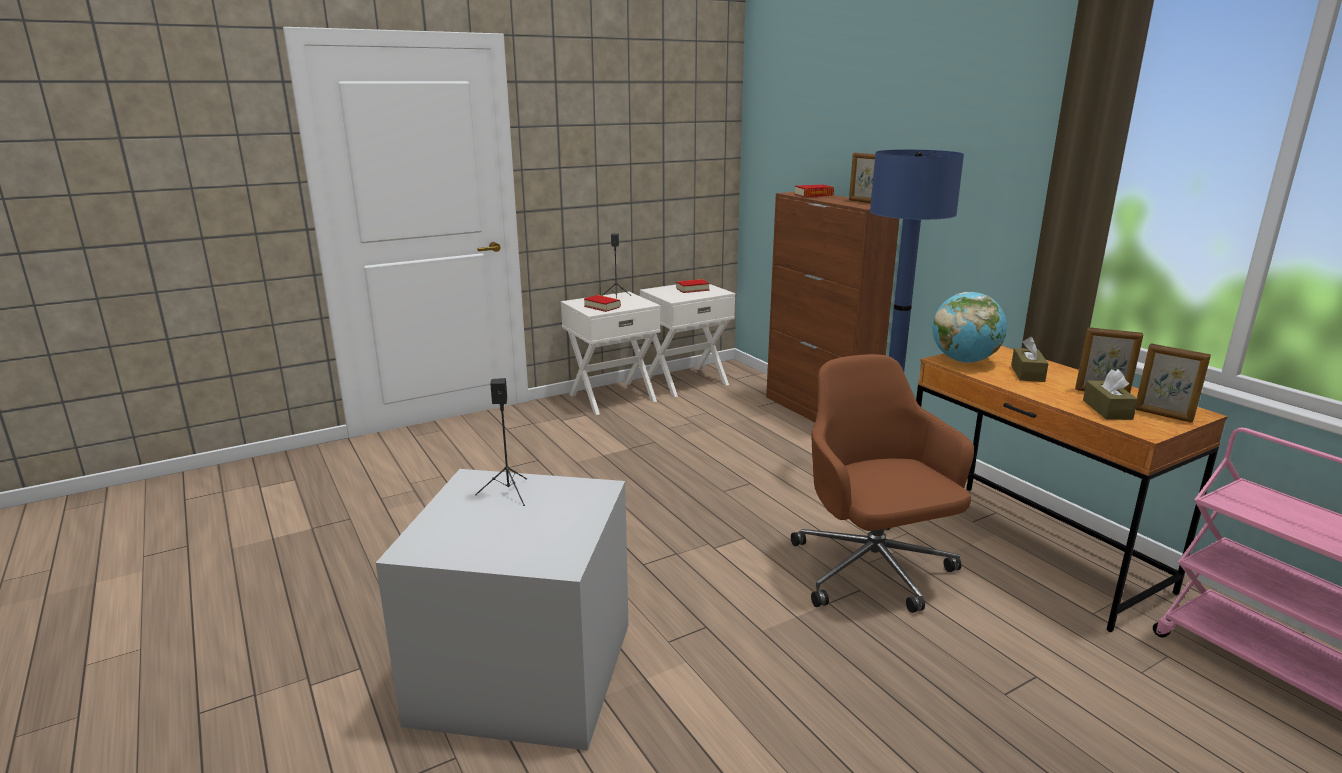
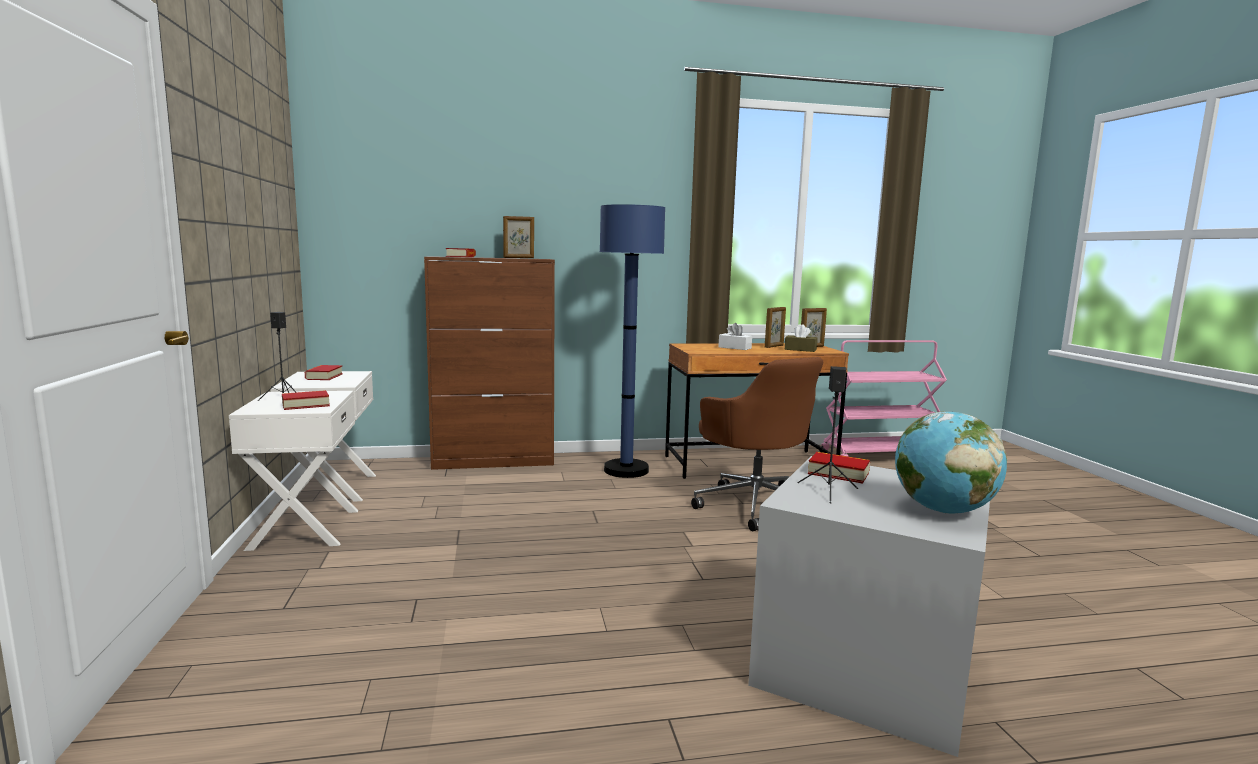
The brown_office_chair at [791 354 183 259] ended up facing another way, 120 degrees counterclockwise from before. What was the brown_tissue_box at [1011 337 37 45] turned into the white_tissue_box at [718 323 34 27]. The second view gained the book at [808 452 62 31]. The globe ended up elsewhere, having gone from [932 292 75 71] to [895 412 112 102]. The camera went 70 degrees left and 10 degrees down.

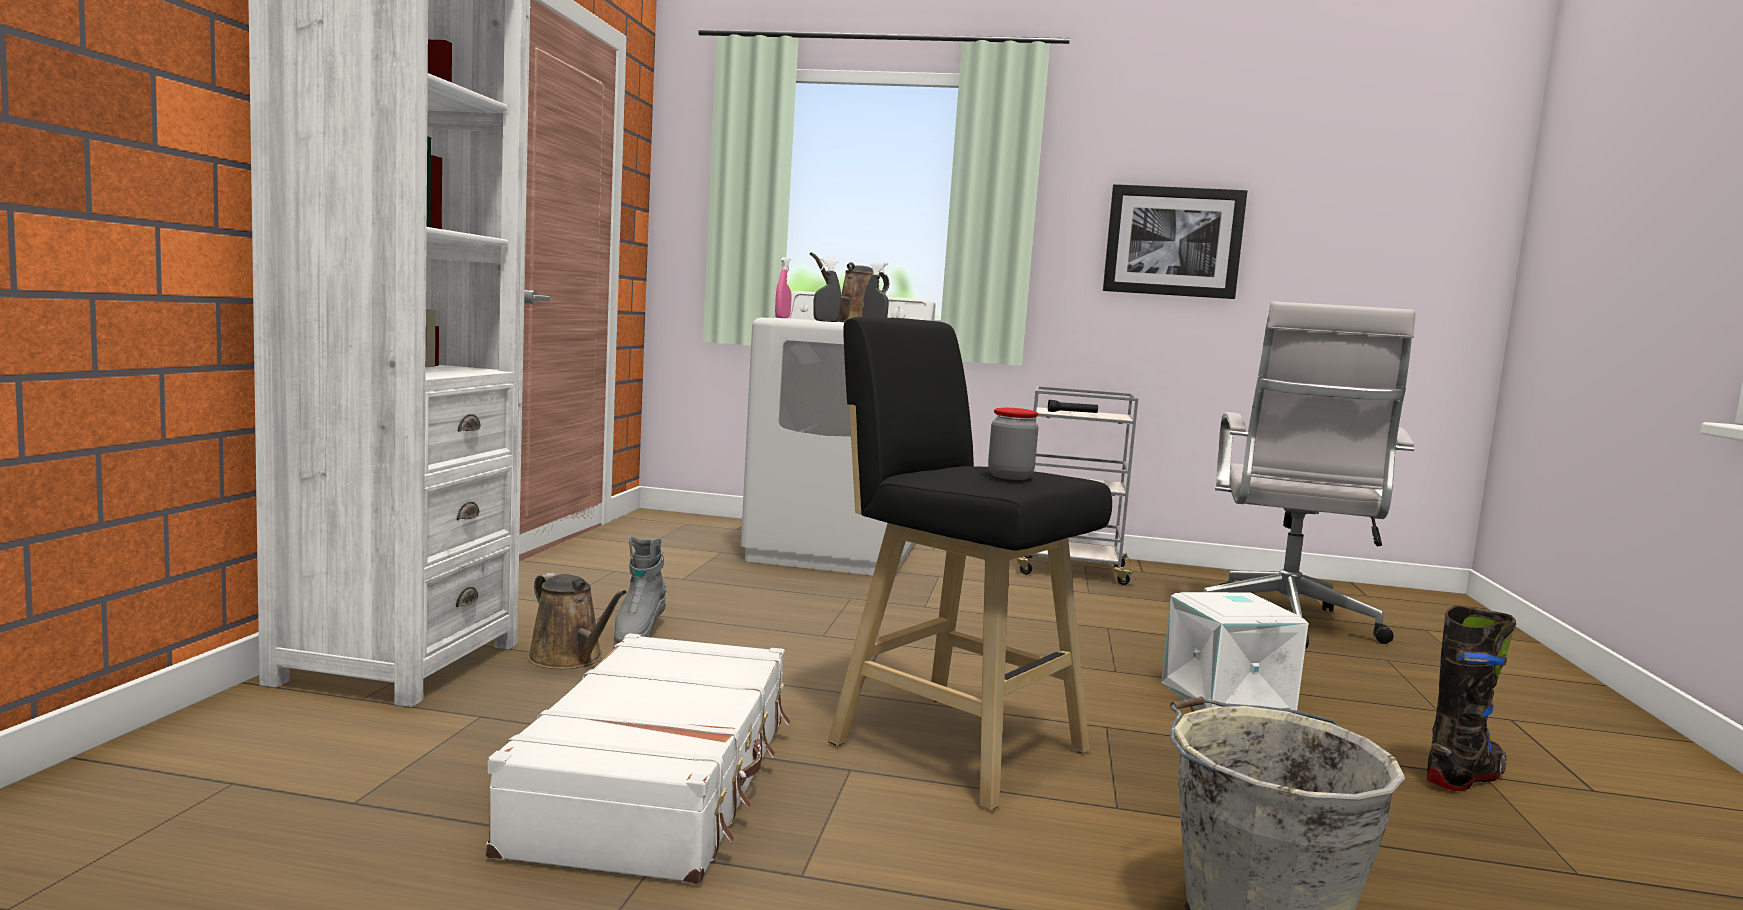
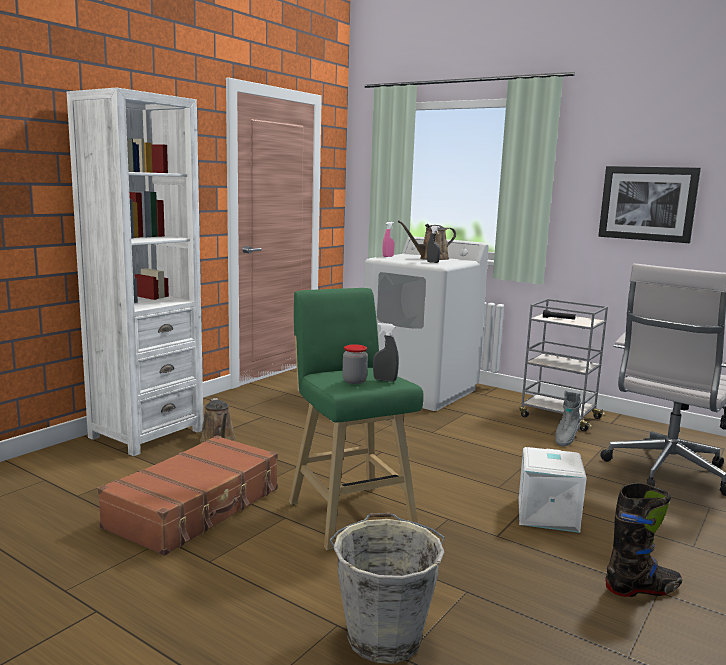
What was the white_suitcase at [486 633 304 251] turned into the brown_suitcase at [97 435 181 121]. What was the black_stool at [828 317 284 494] turned into the green_stool at [289 288 135 263]. The grey_spray_bottle ended up elsewhere, having gone from [813 257 28 65] to [373 323 26 59]. The grey_boot ended up elsewhere, having gone from [614 536 53 107] to [555 390 26 56]. The camera went 25 degrees right and 5 degrees up.

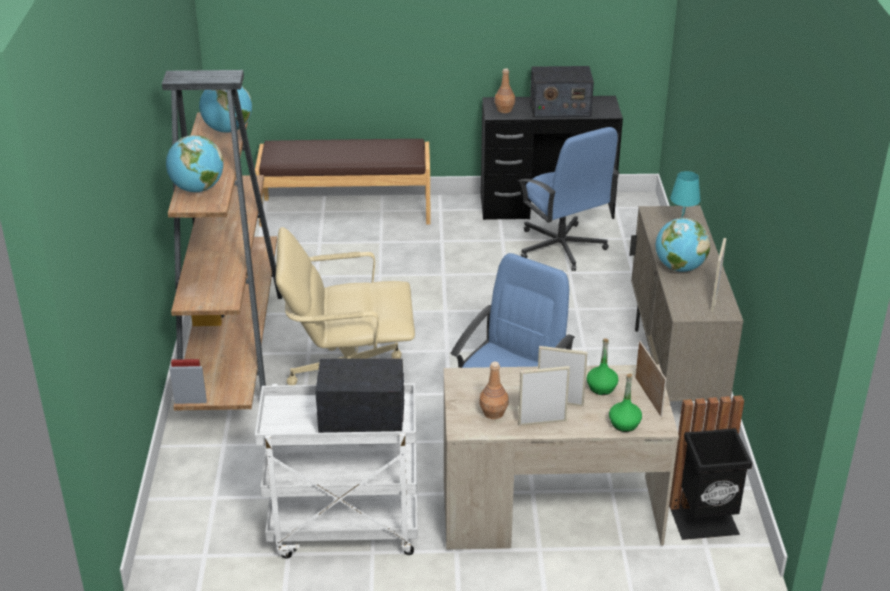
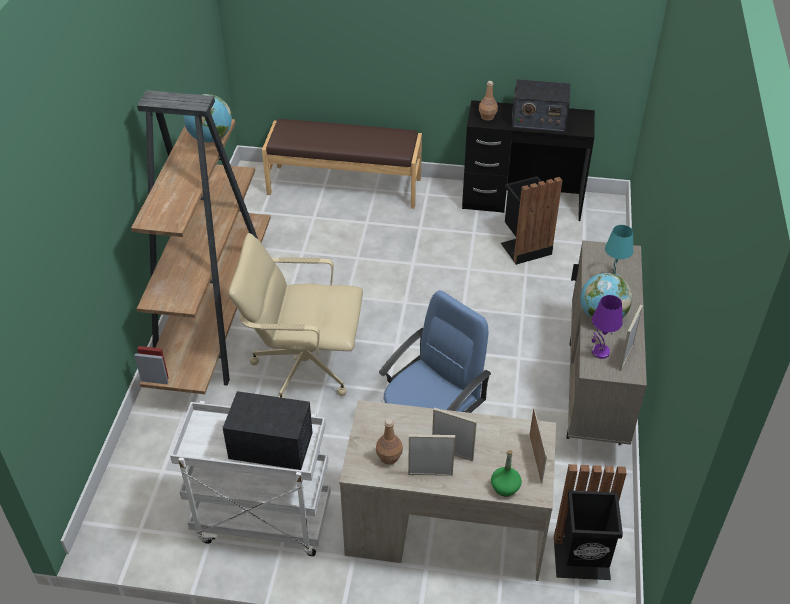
Where the blue_office_chair stood at [518 127 102 144], the black_trash_can came to stand at [501 176 62 89]. The second view gained the purple_table_lamp at [592 295 31 64]. The second view lost the globe at [166 135 57 57]. The second view lost the green_bottle at [587 338 32 57]. The camera went 10 degrees right and 10 degrees up.

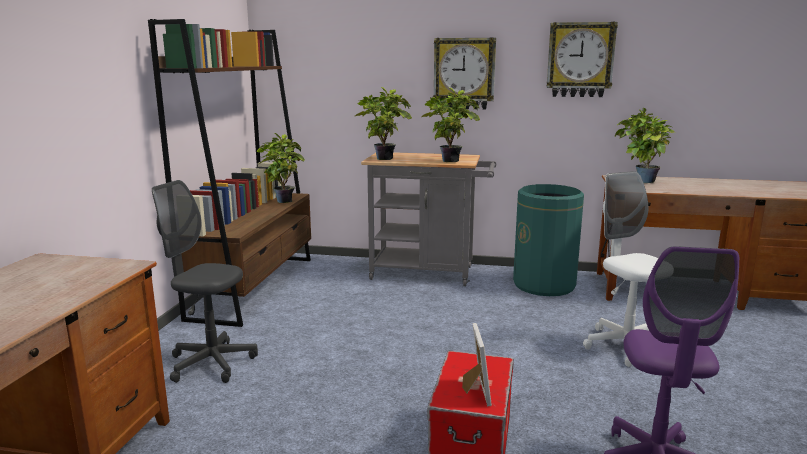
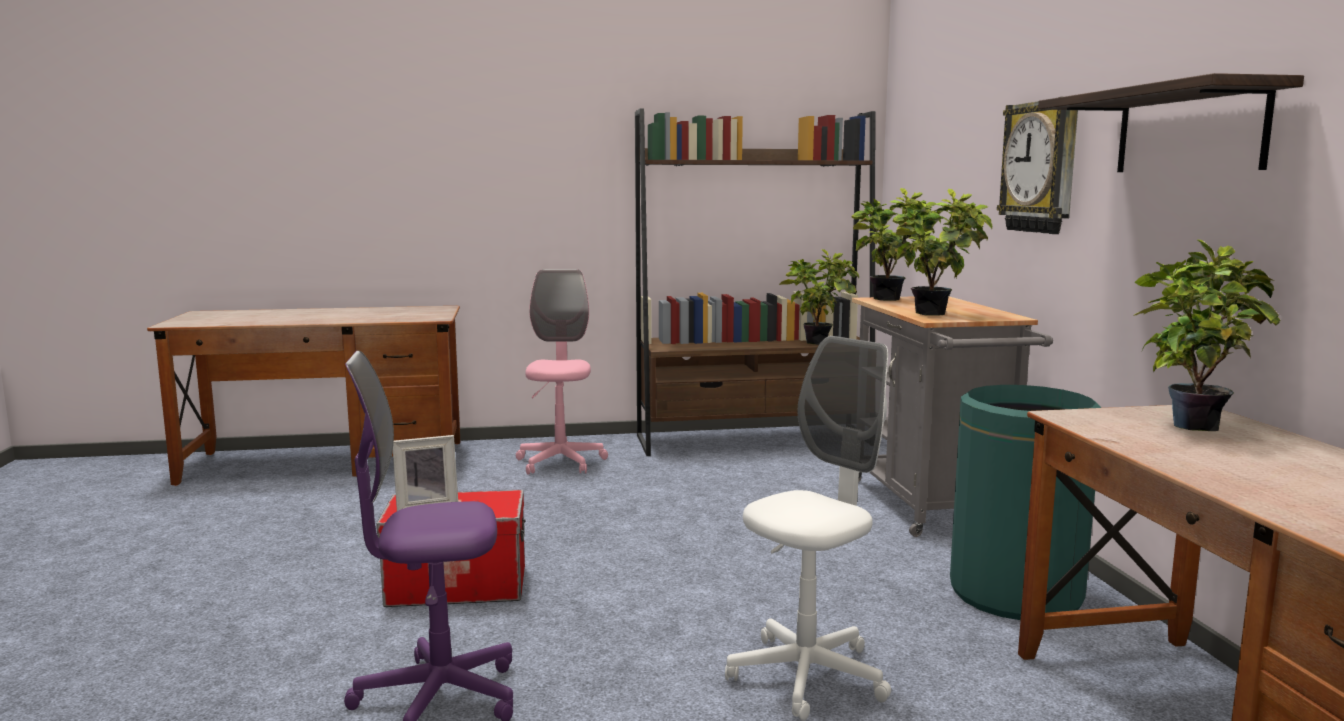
What was the grey_office_chair at [152 180 106 203] turned into the pink_office_chair at [516 269 92 206]. Where the wall_clock hung at [546 22 72 75], the shelf came to hang at [1038 73 266 99]. The camera went 70 degrees right and 5 degrees down.

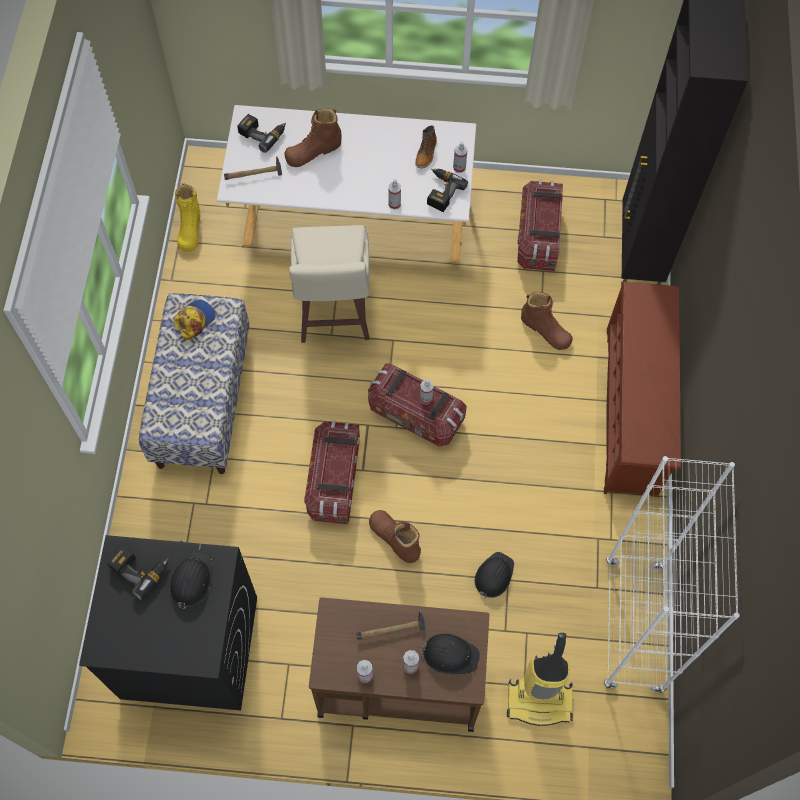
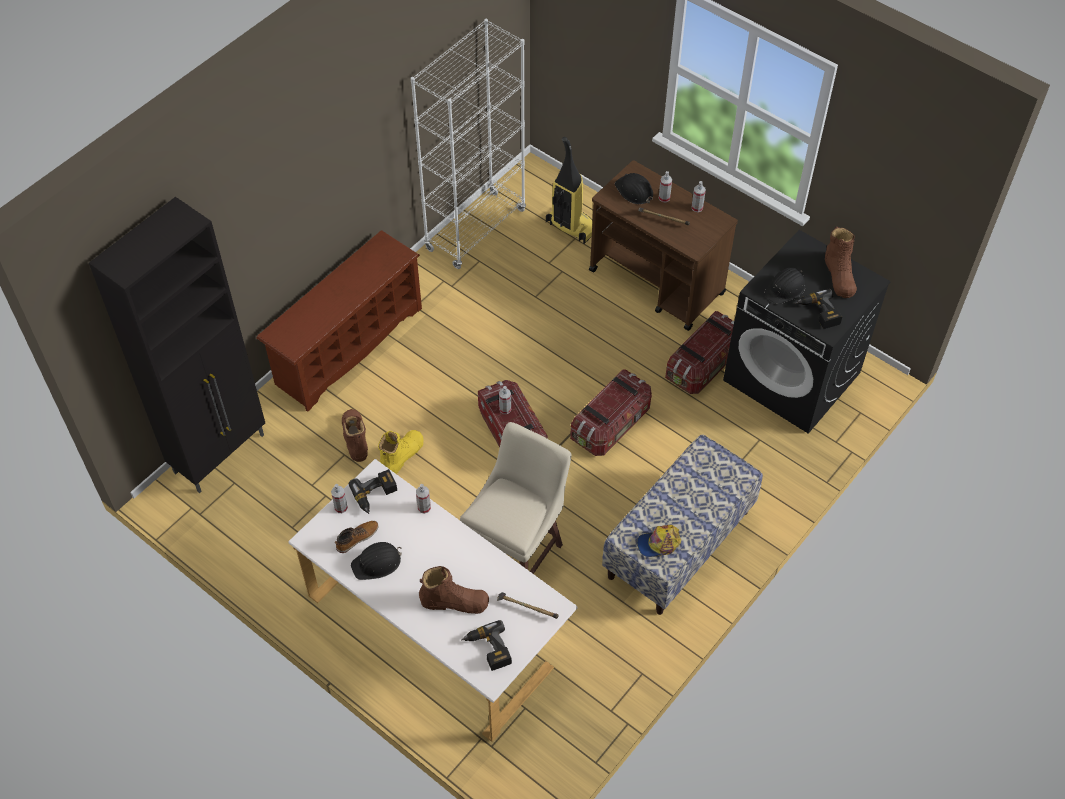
The black_hard_hat ended up elsewhere, having gone from [474 552 40 46] to [351 542 51 38]. The yellow_boot ended up elsewhere, having gone from [175 183 25 69] to [378 430 46 44]. The storage_box ended up elsewhere, having gone from [517 180 46 91] to [665 311 69 83]. The brown_boot ended up elsewhere, having gone from [369 510 52 53] to [825 226 32 72]. The camera went 145 degrees left and 10 degrees down.

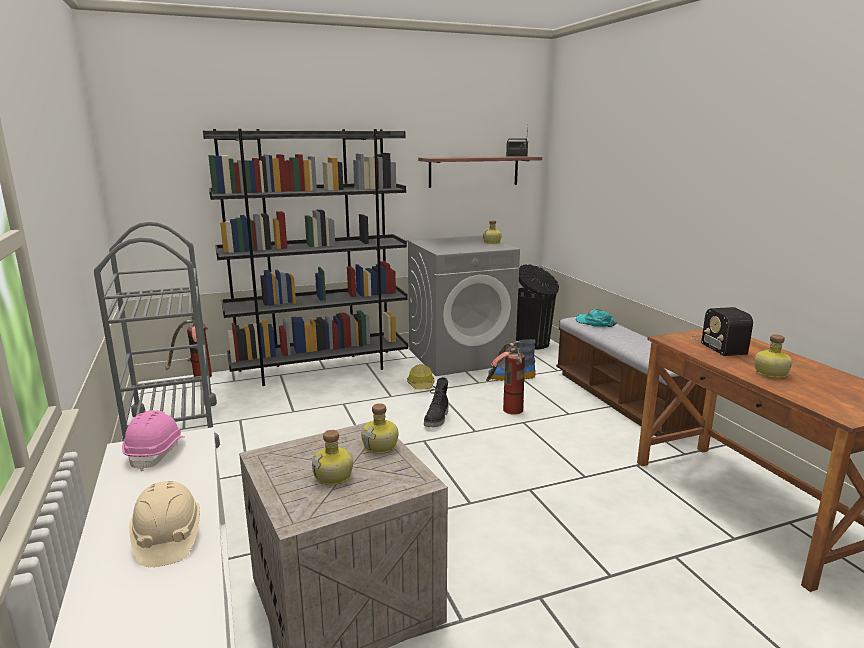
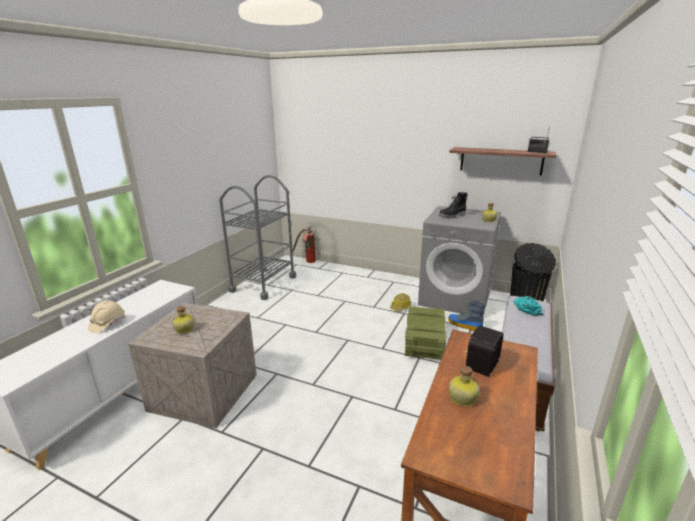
Where the fire_extinguisher stood at [486 341 39 73], the crate came to stand at [405 306 41 54]. The black_boot ended up elsewhere, having gone from [424 377 24 50] to [439 192 29 26]. The second view lost the pink_hard_hat at [122 410 62 61]. The second view lost the black_bookcase at [202 129 206 257]. The second view lost the bottle at [361 403 37 51]. The camera went 45 degrees right and 5 degrees up.

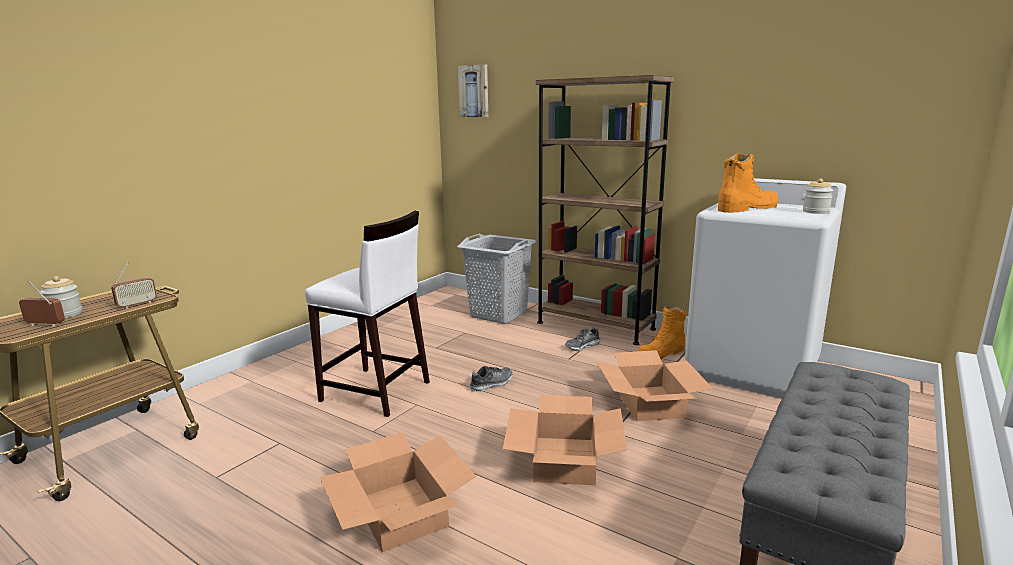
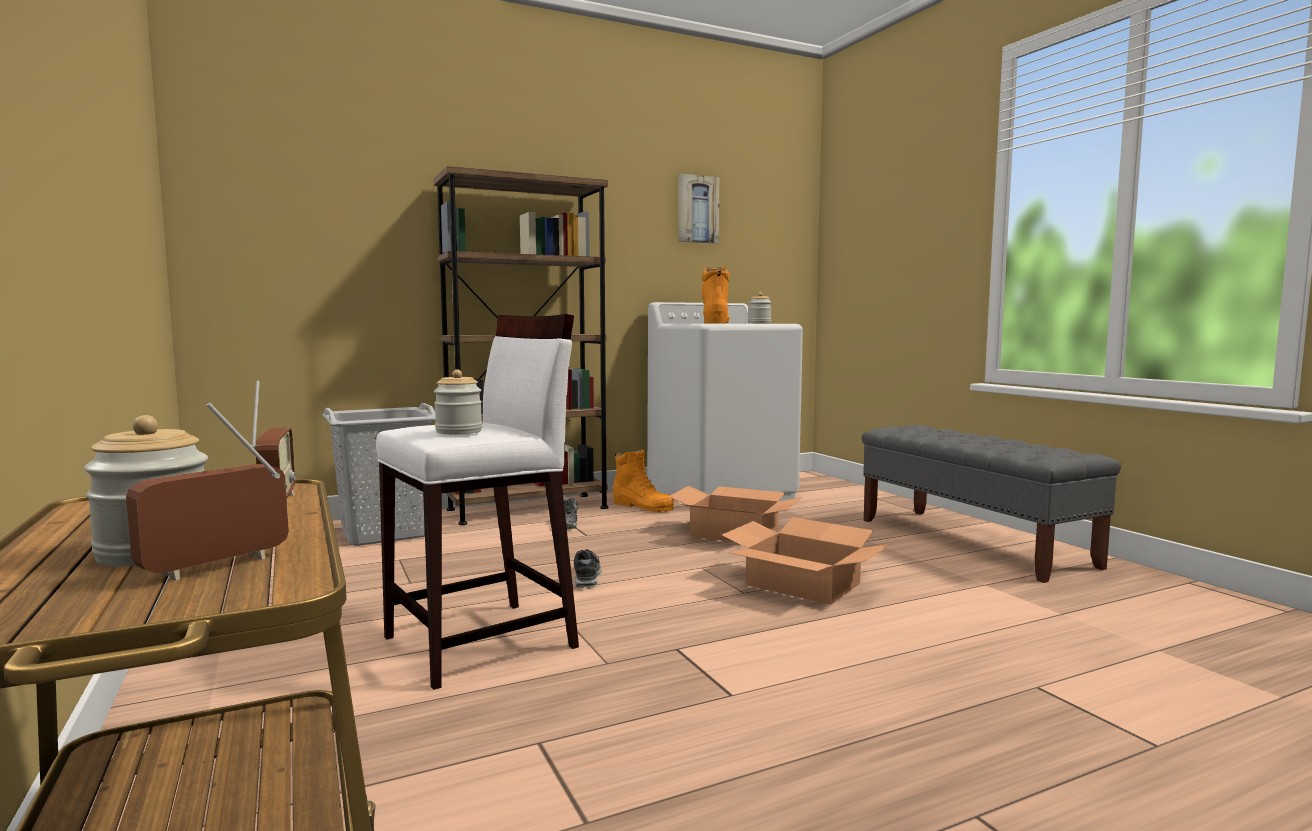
The second view gained the jar at [434 370 48 64]. The orange_boot at [638 306 48 53] ended up facing another way, 45 degrees counterclockwise from before. The picture ended up elsewhere, having gone from [458 64 30 53] to [678 174 42 70]. The second view lost the cardboard_box at [320 432 156 120]. The camera went 60 degrees left and 10 degrees down.

